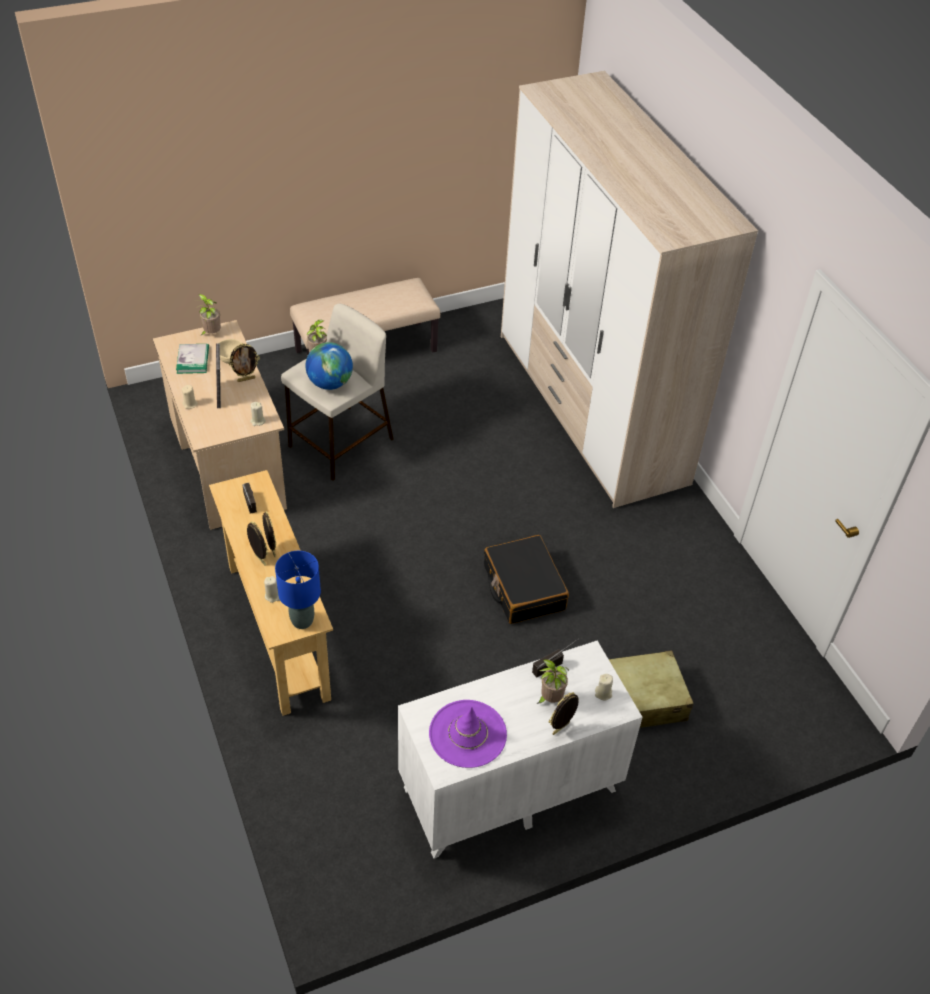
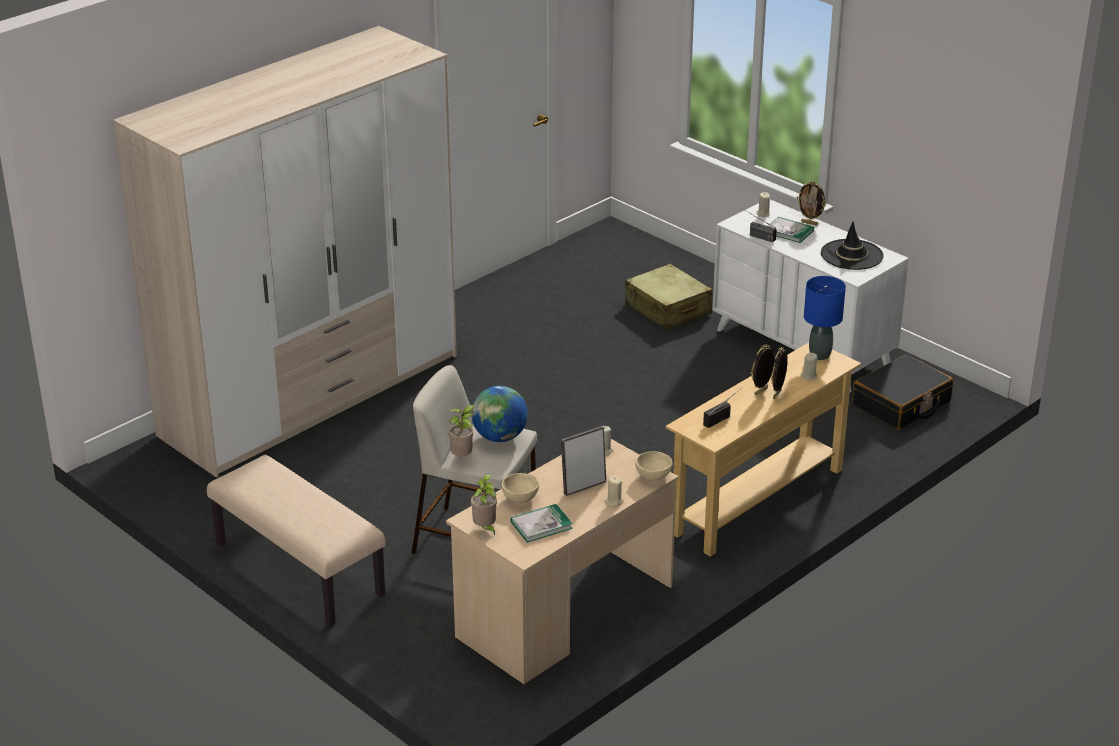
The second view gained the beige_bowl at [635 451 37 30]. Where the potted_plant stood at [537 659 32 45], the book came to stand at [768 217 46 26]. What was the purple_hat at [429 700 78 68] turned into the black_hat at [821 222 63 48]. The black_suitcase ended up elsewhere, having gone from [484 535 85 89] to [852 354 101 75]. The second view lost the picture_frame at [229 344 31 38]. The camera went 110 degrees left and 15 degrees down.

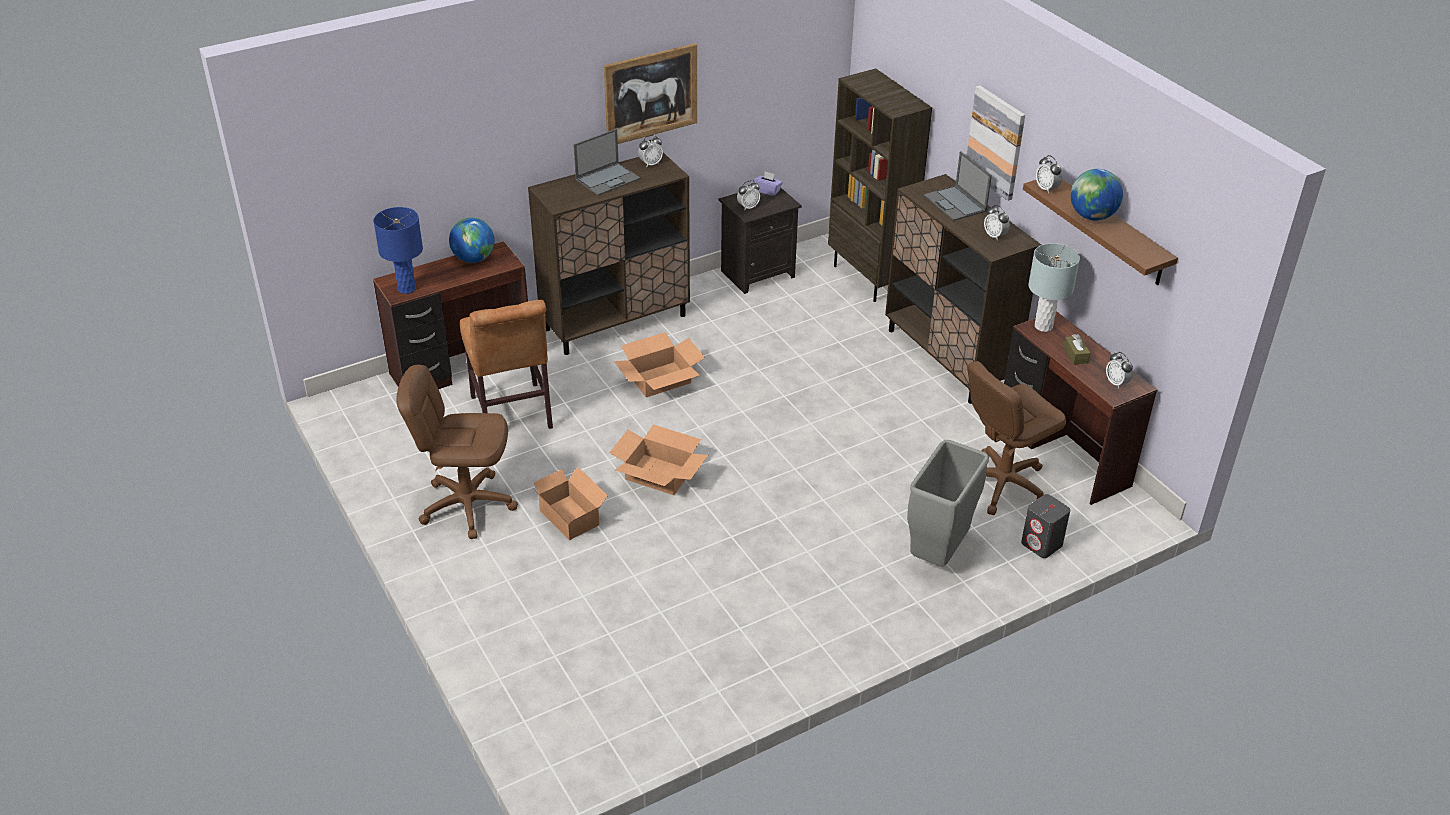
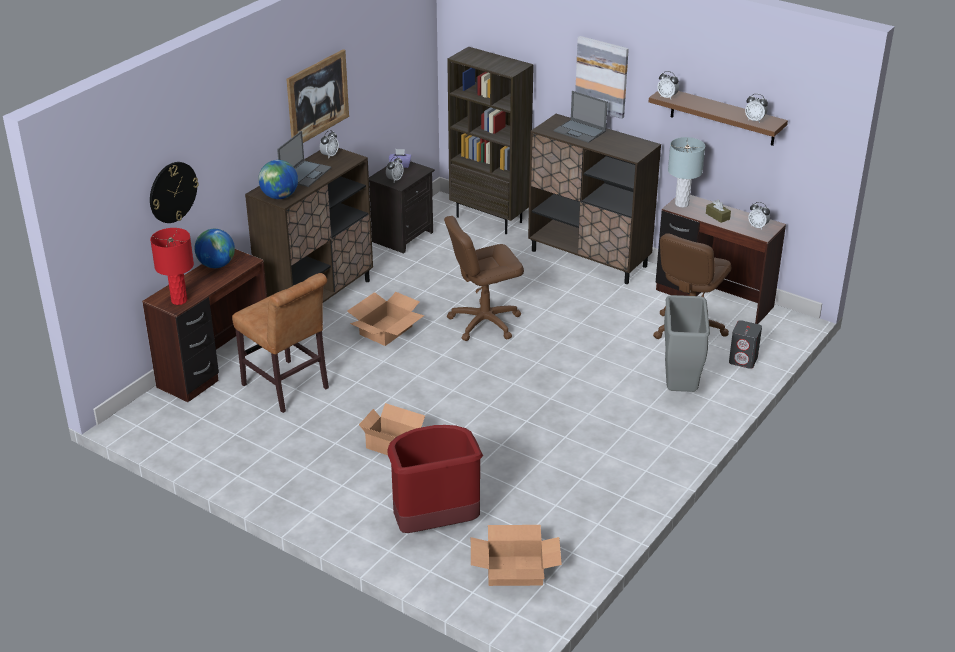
The second view gained the wall_clock at [150 162 49 61]. What was the blue_table_lamp at [374 207 49 87] turned into the red_table_lamp at [150 228 44 77]. The globe ended up elsewhere, having gone from [1071 169 52 51] to [258 160 40 39]. The second view gained the red_trash_can at [387 425 96 108]. The brown_office_chair ended up elsewhere, having gone from [396 365 122 174] to [444 216 80 125]. The cardboard_box ended up elsewhere, having gone from [609 424 99 71] to [471 525 91 61]. The alarm_clock ended up elsewhere, having gone from [984 205 26 36] to [745 94 23 29]. The camera went 25 degrees left and 5 degrees down.

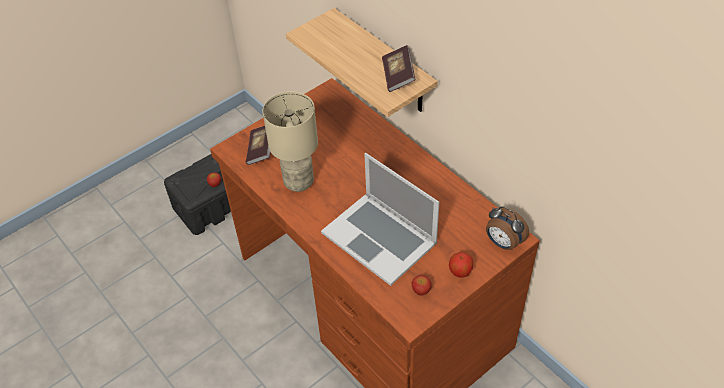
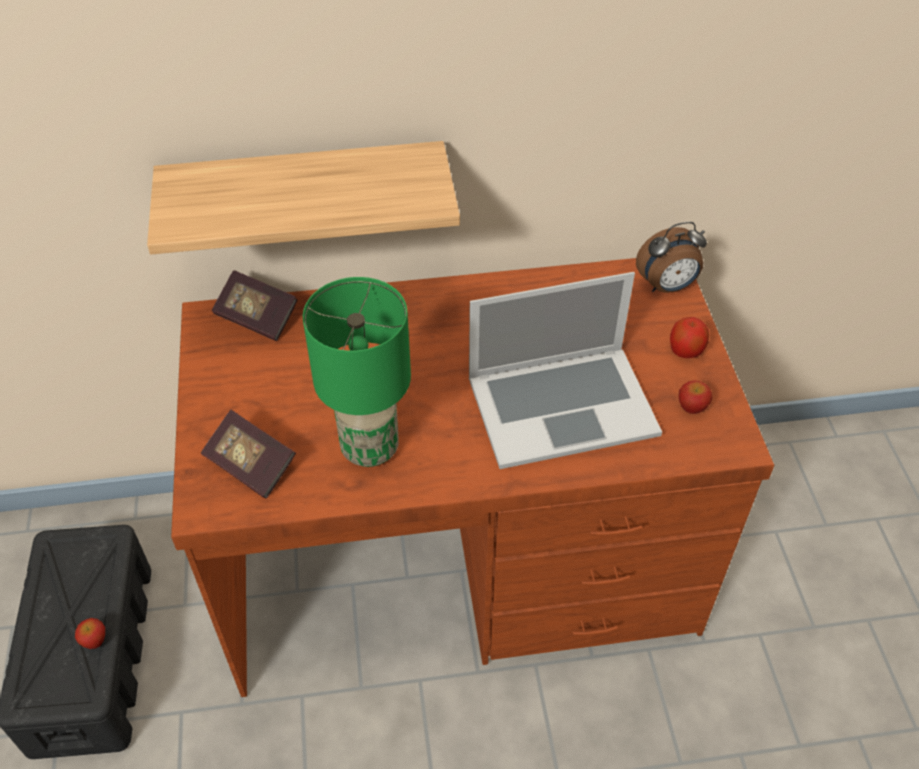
The book ended up elsewhere, having gone from [382 45 34 47] to [212 270 86 71]. What was the beige_table_lamp at [263 91 55 101] turned into the green_table_lamp at [303 277 108 190]. The camera went 60 degrees left and 0 degrees up.

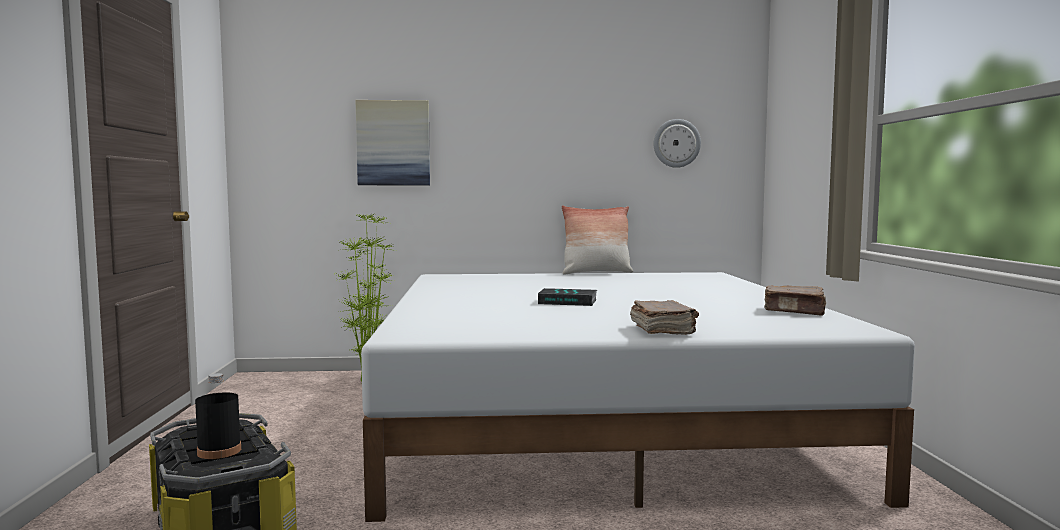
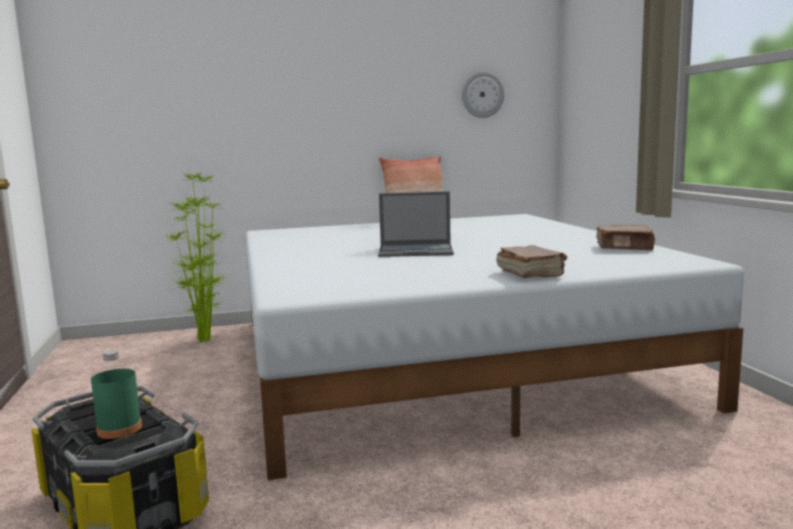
What was the black_bottle at [195 373 46 86] turned into the green_bottle at [91 350 51 89]. Where the book stood at [538 288 59 18], the laptop came to stand at [378 192 76 65]. The second view lost the picture at [356 100 74 85]. The camera went 10 degrees left and 5 degrees up.

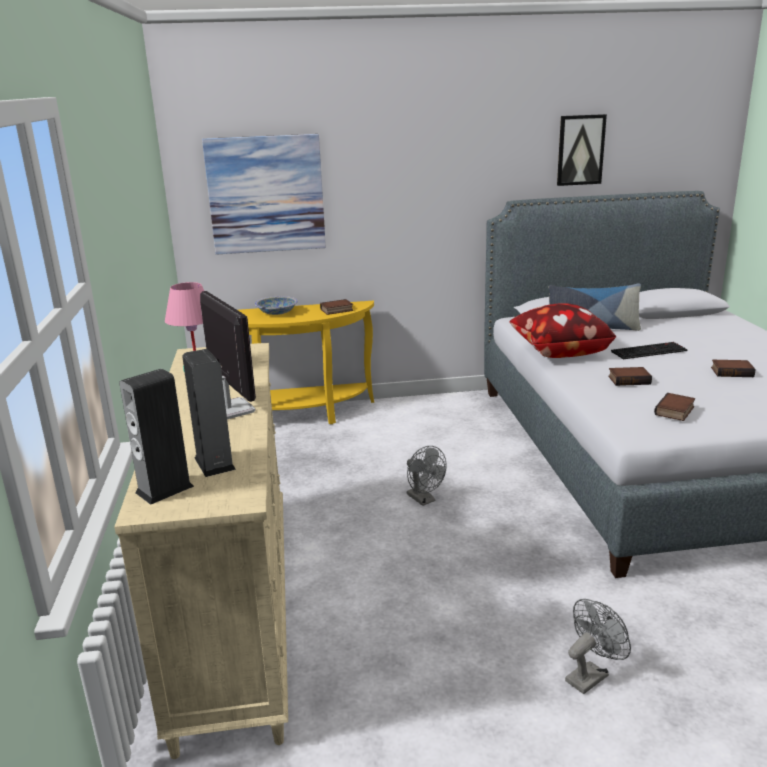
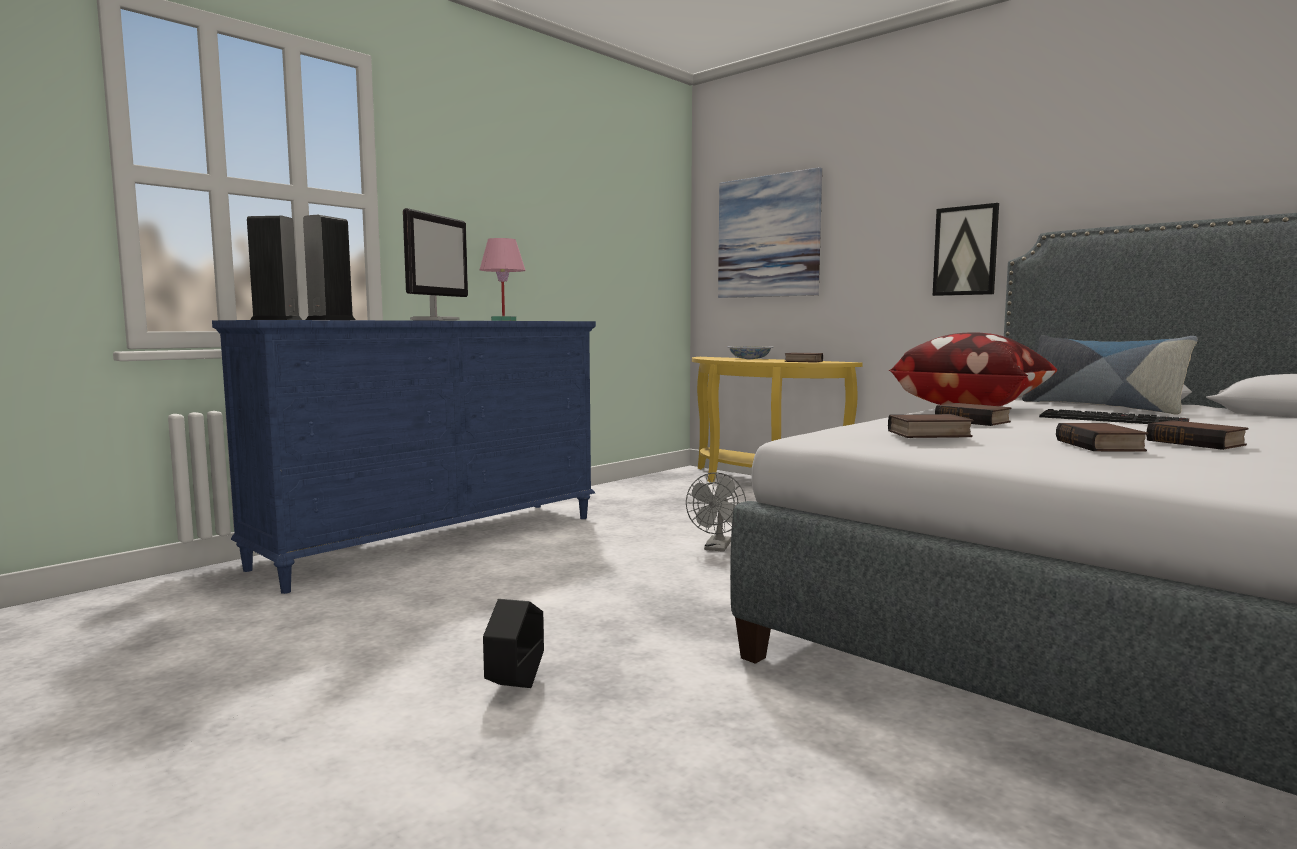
What was the beige_dresser at [114 343 174 416] turned into the blue_dresser at [212 320 384 274]. Where the grey_fan stood at [565 599 66 95], the black_planter came to stand at [483 599 61 89]. The picture ended up elsewhere, having gone from [557 114 50 72] to [933 203 66 93]. The second view gained the book at [1056 423 92 29]. The camera went 50 degrees right and 15 degrees down.

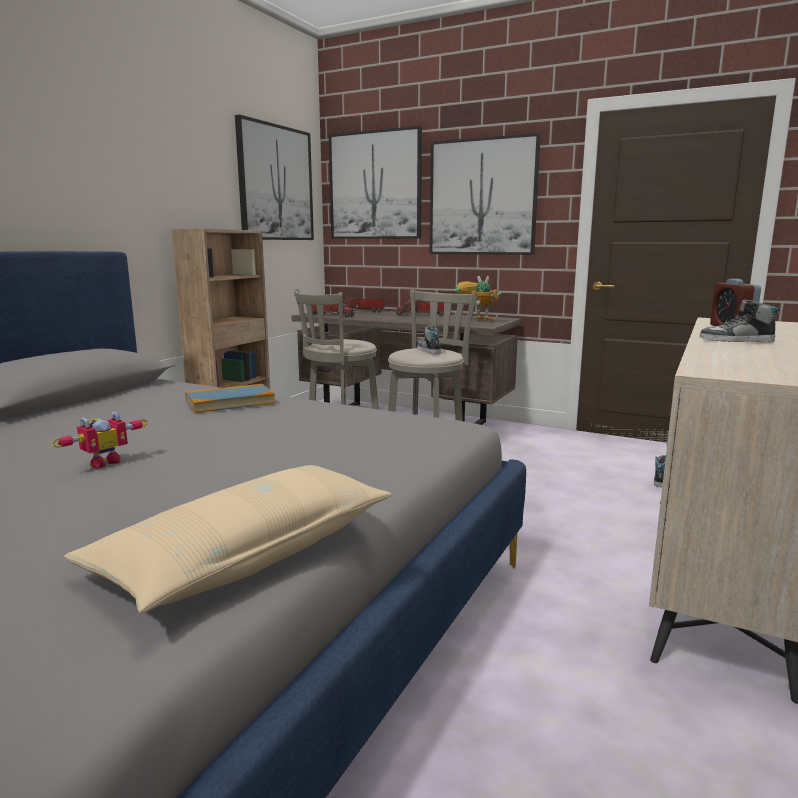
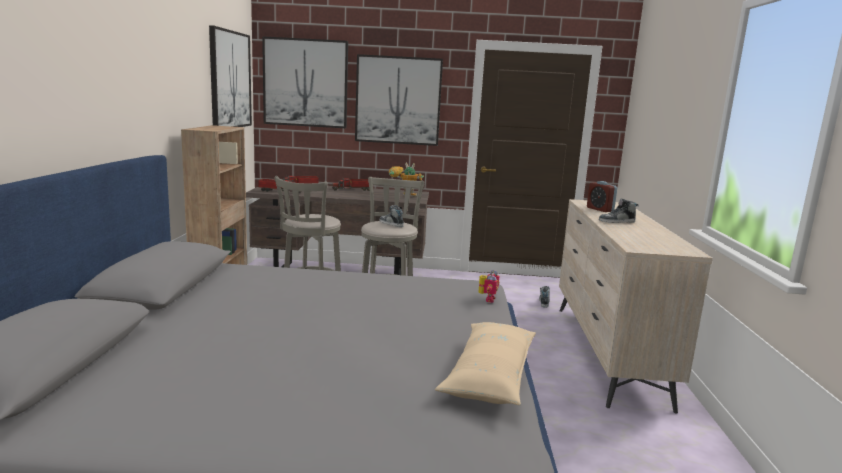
The toy_robot ended up elsewhere, having gone from [52 411 95 58] to [479 270 20 33]. The second view lost the book at [185 384 91 29]. The camera went 25 degrees left and 0 degrees up.

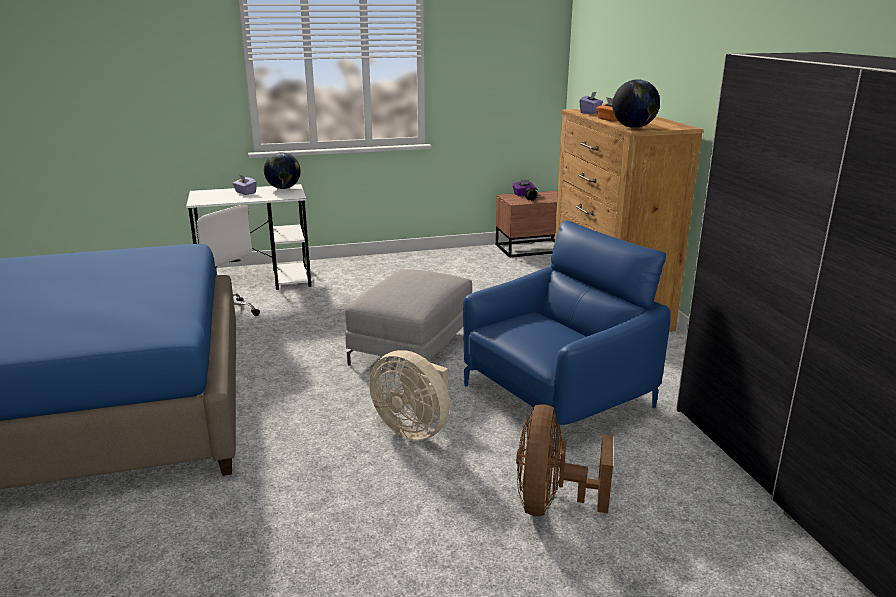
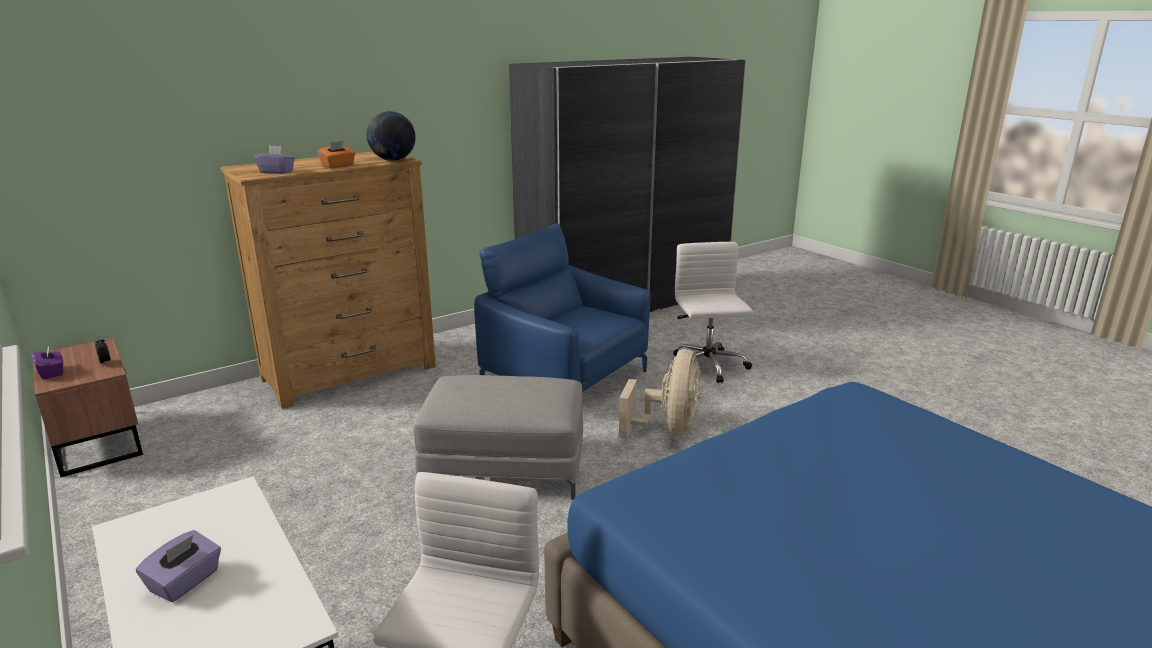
Where the brown_fan stood at [516 405 97 111], the white_office_chair came to stand at [670 242 83 141]. The second view lost the globe at [264 152 37 37]. The camera went 110 degrees left and 0 degrees up.

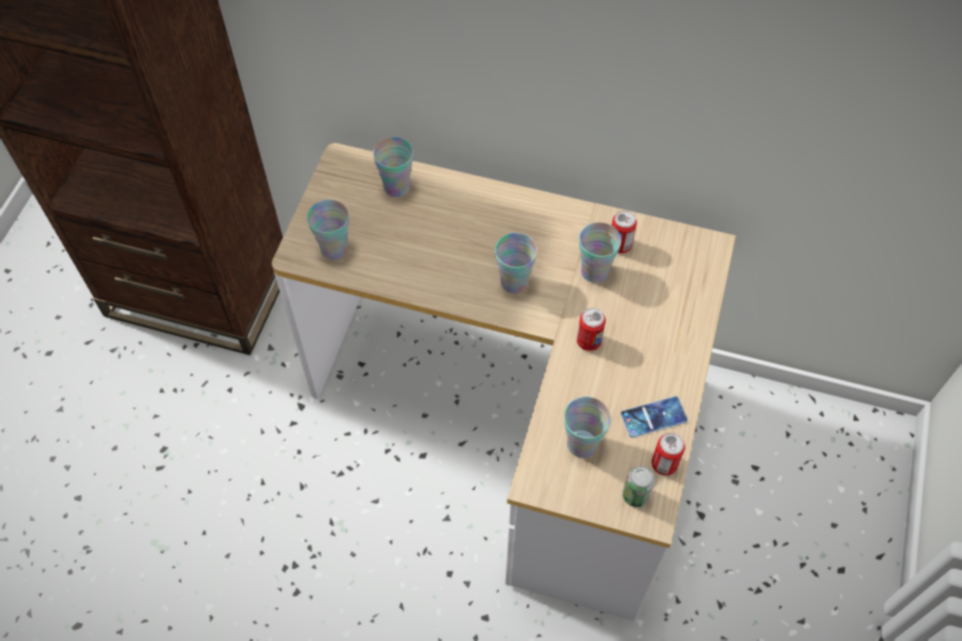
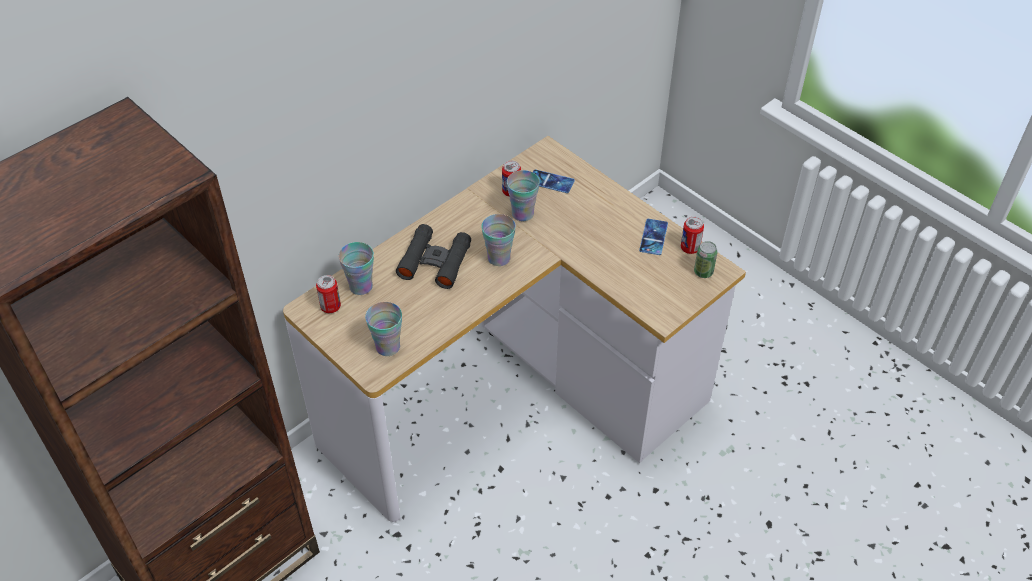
The can ended up elsewhere, having gone from [577 308 29 43] to [316 275 25 38]. The second view gained the black_binoculars at [396 224 75 65]. The second view gained the phone at [533 169 42 24]. The second view lost the cup at [564 397 47 61]. The camera went 60 degrees left and 10 degrees down.

